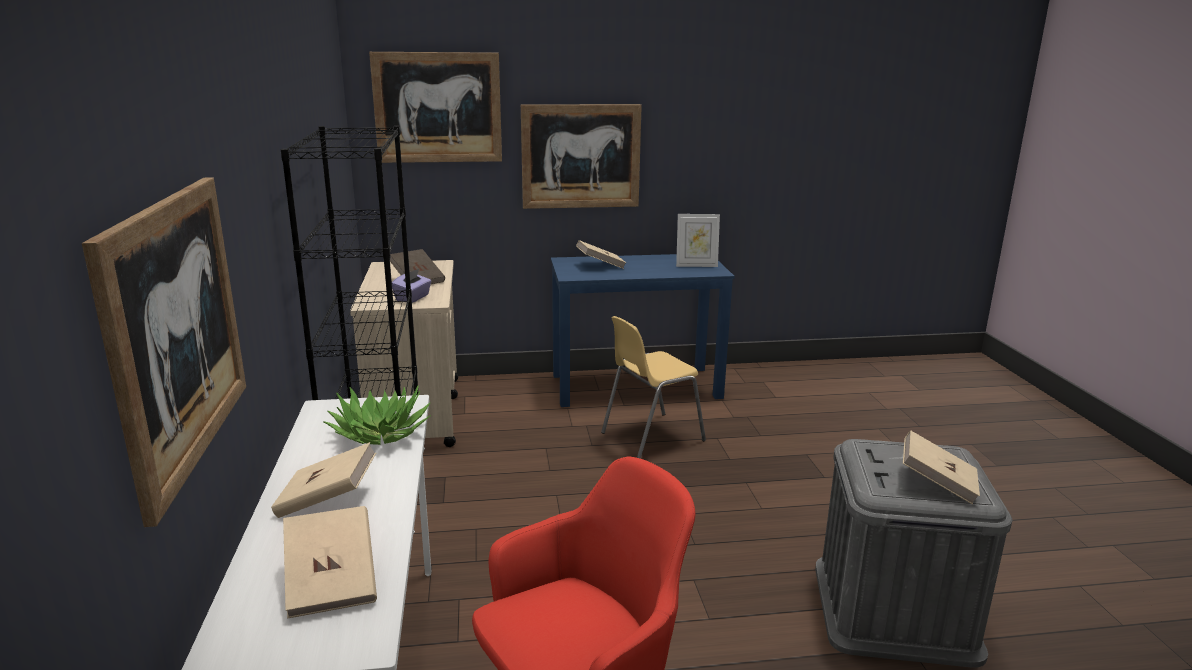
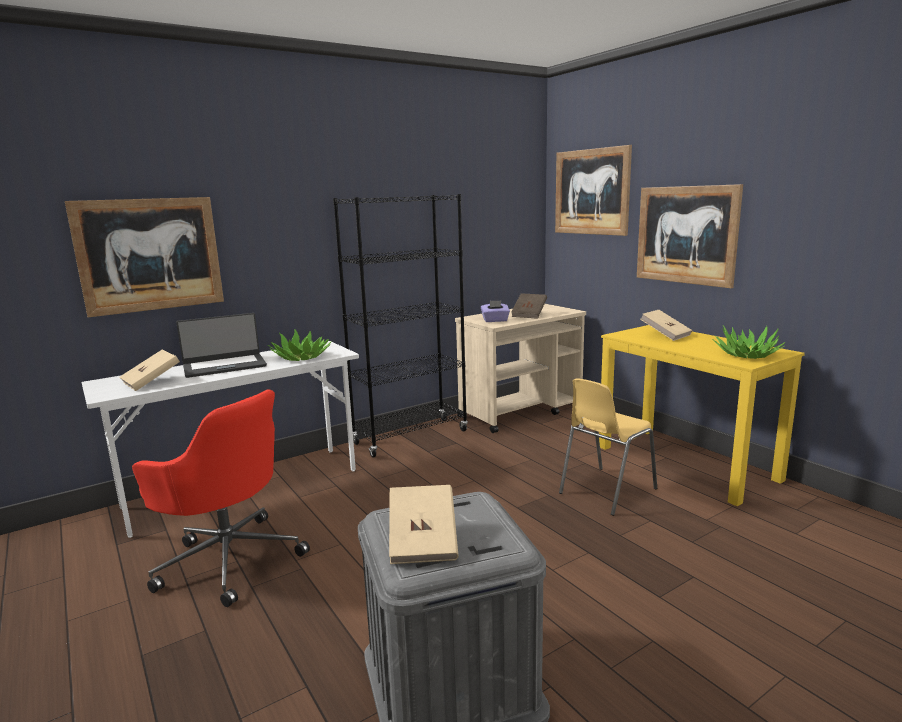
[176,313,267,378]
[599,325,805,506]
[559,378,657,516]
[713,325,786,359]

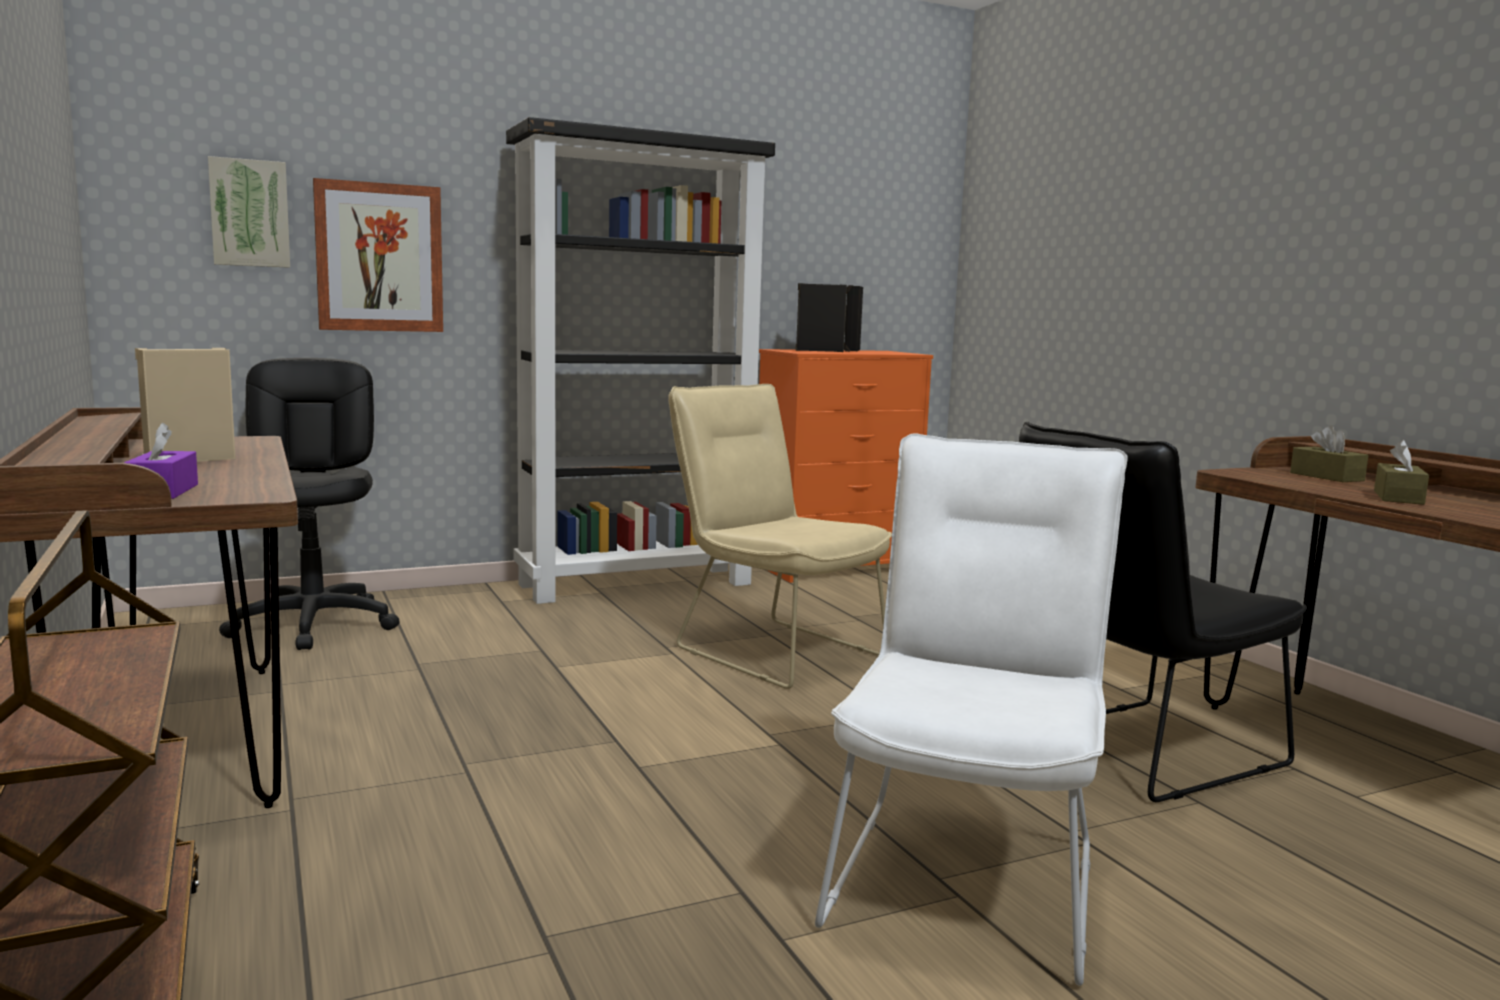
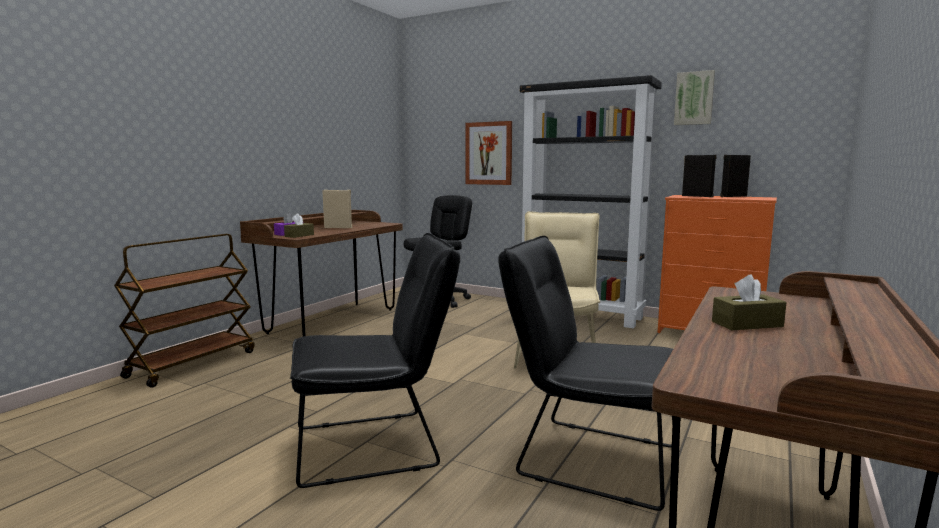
[674,70,715,125]
[290,233,460,488]
[284,213,314,238]

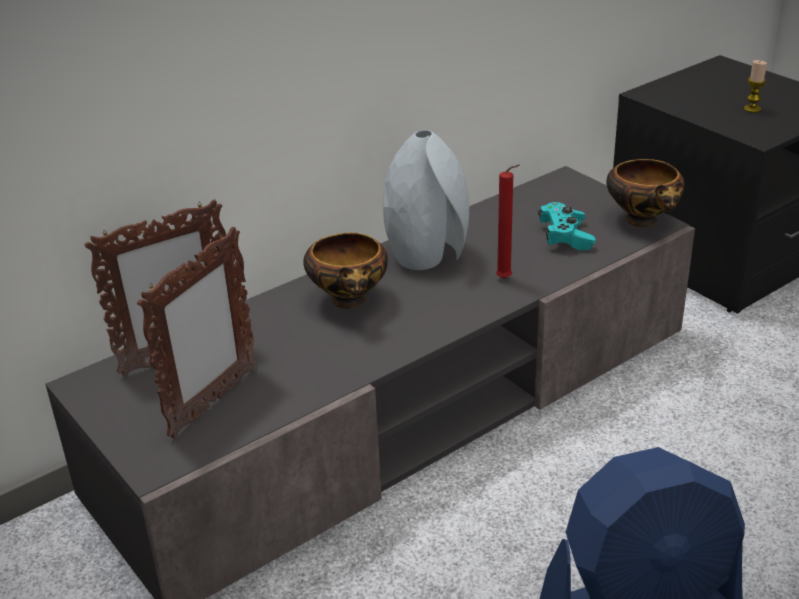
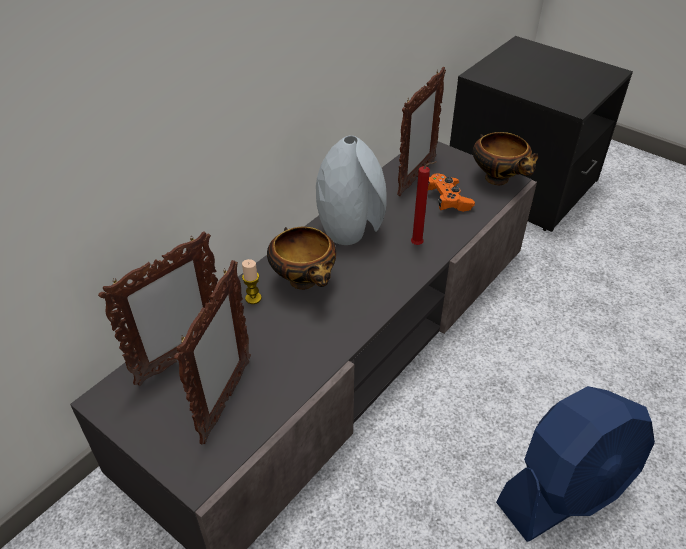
[428,173,475,212]
[242,259,262,304]
[397,67,446,196]

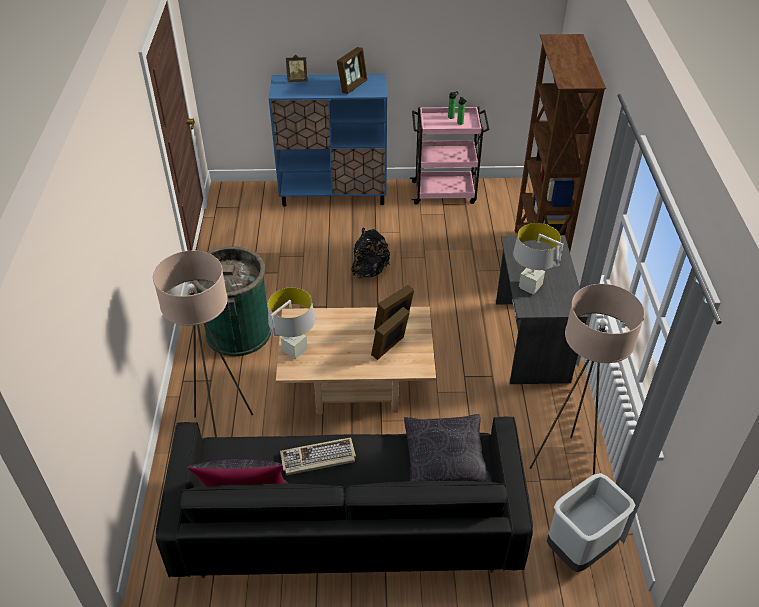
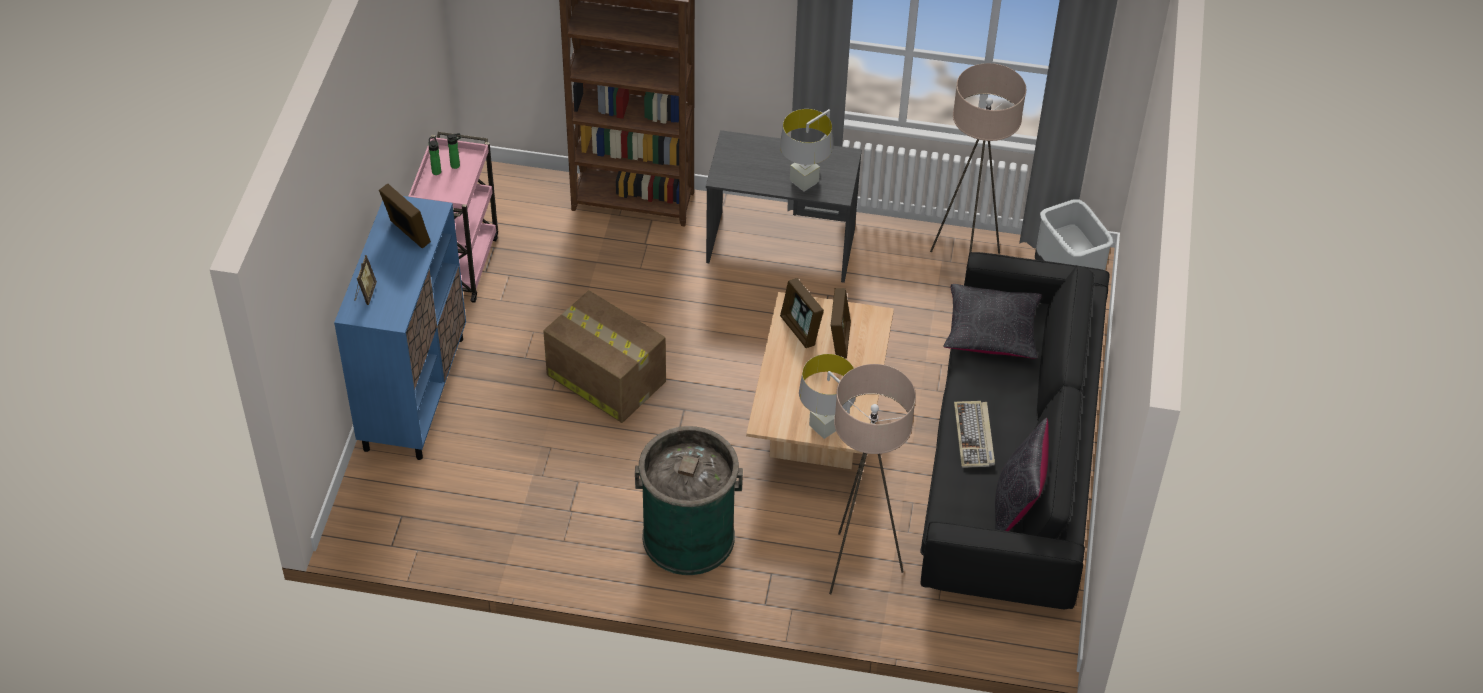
[543,290,666,423]
[831,288,851,358]

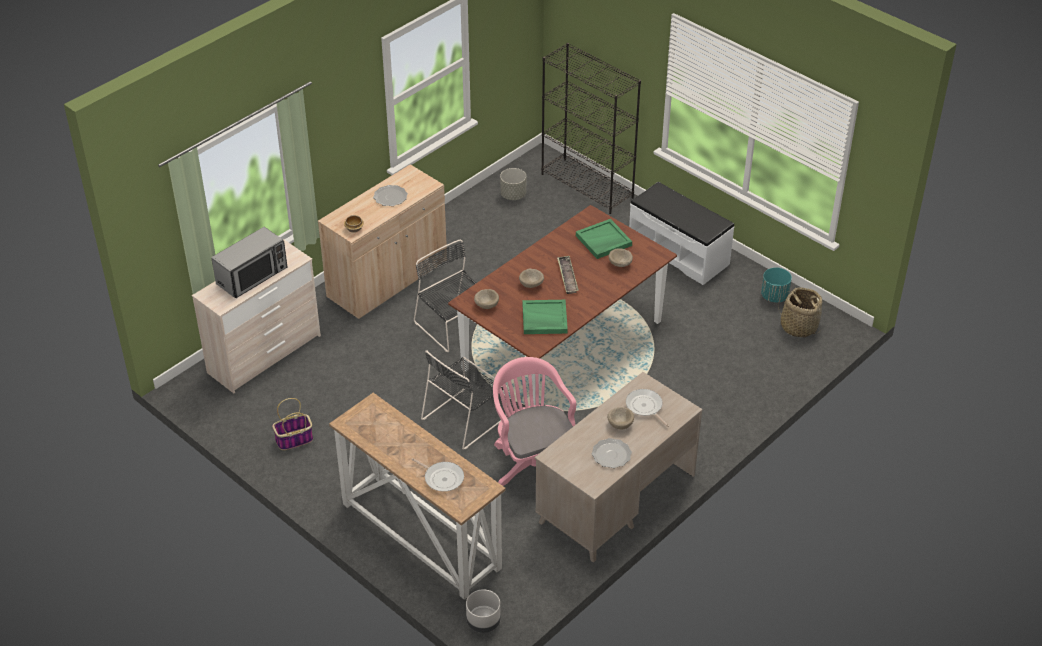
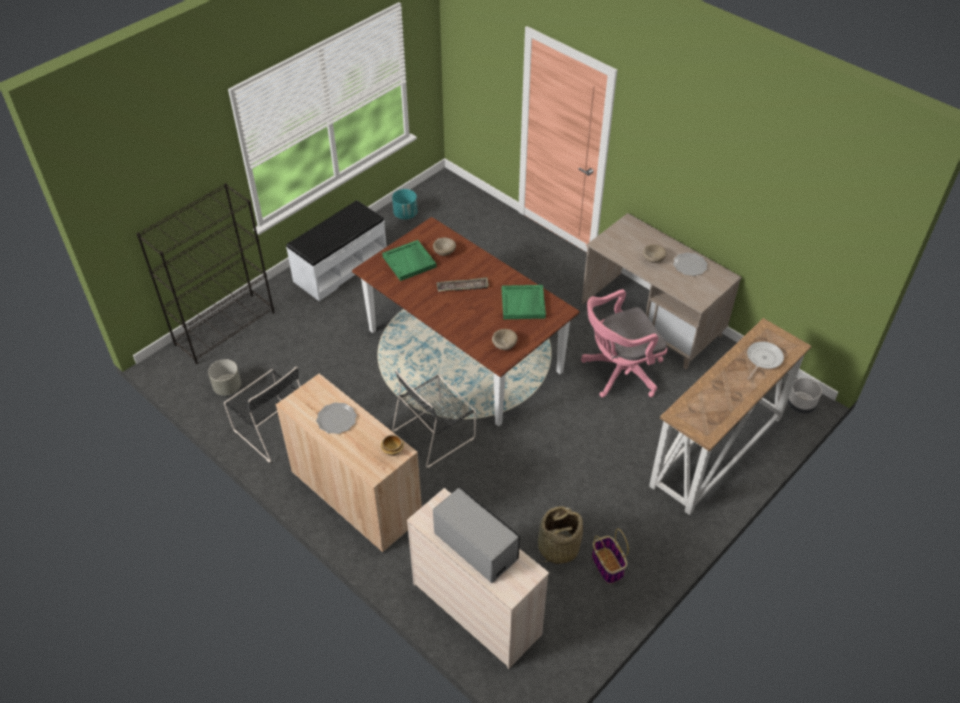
[224,367,301,462]
[519,268,544,288] (first image)
[626,389,669,427] (first image)
[538,506,583,564]

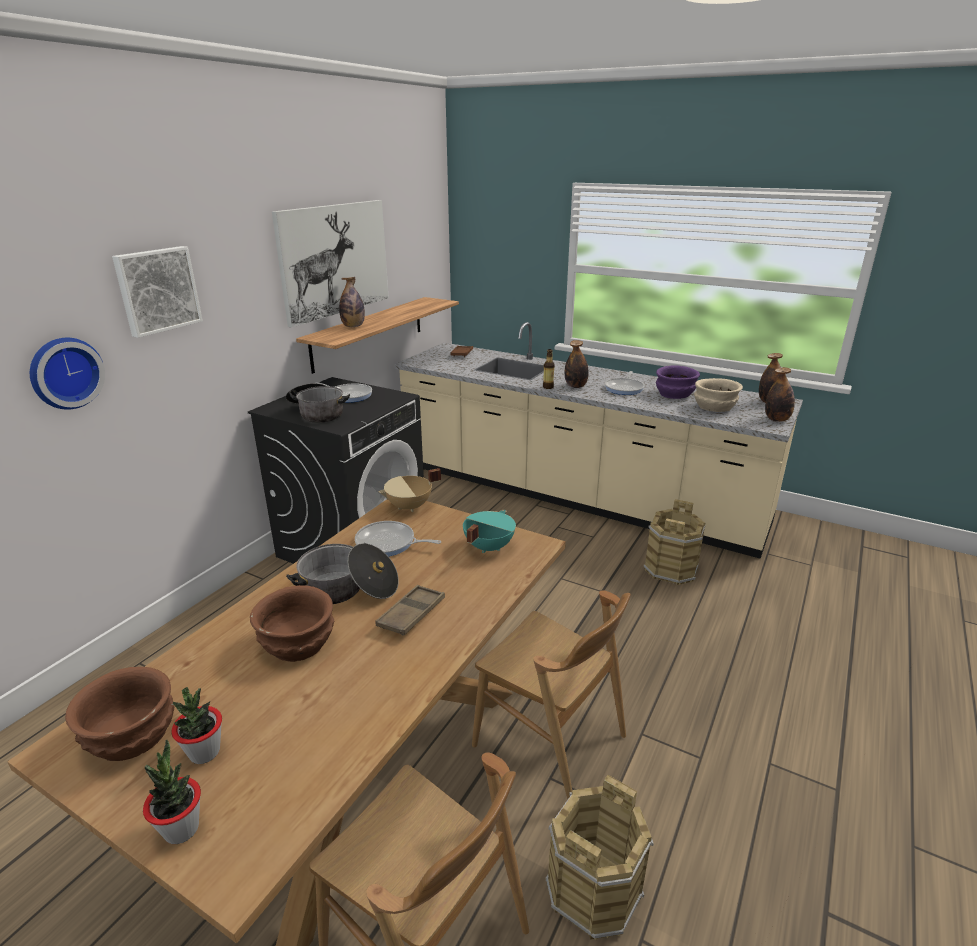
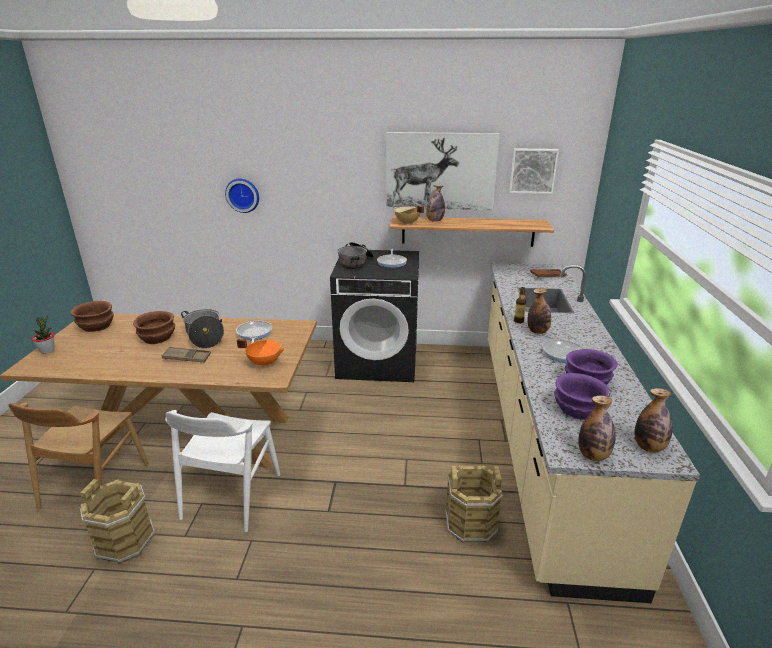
[509,148,559,194]
[172,687,222,764] (first image)
[394,205,424,225]
[237,339,285,368]
[165,410,280,532]
[554,373,610,420]

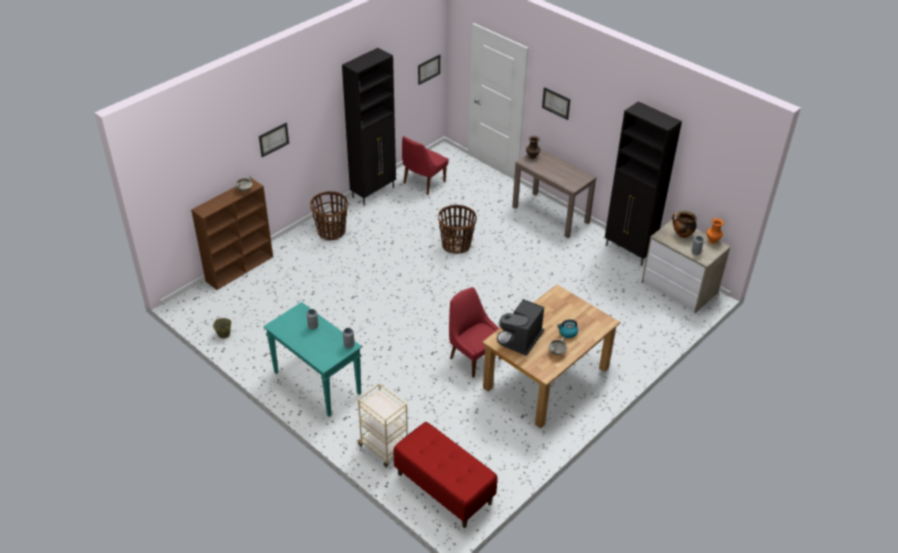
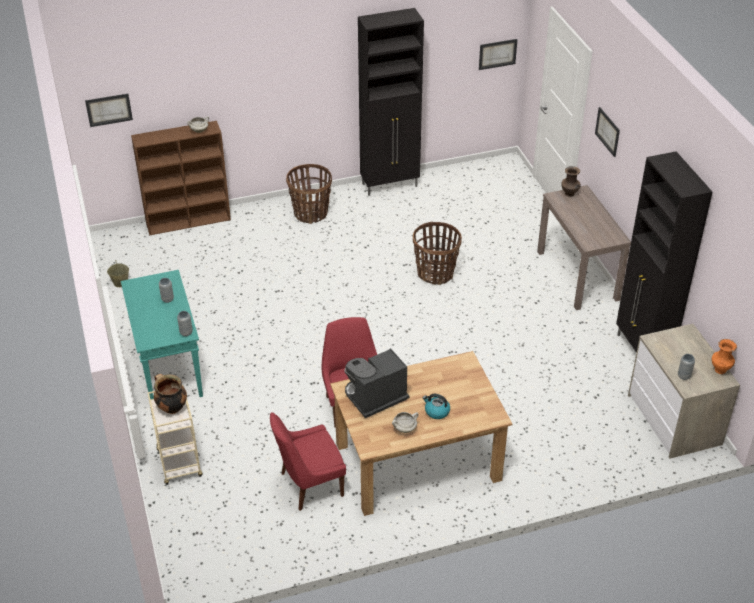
[85,94,133,127]
[393,422,498,528] (first image)
[270,412,346,511]
[154,374,187,414]

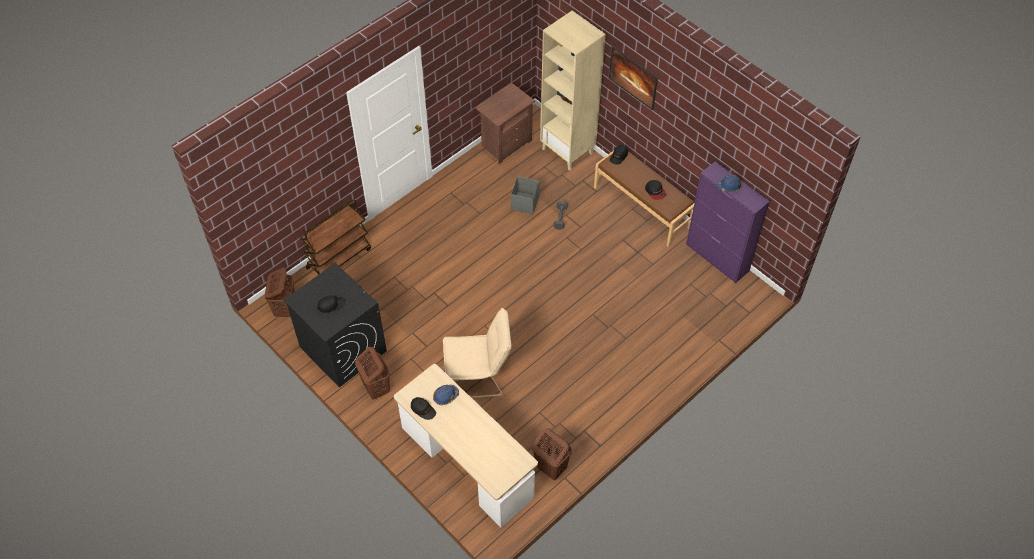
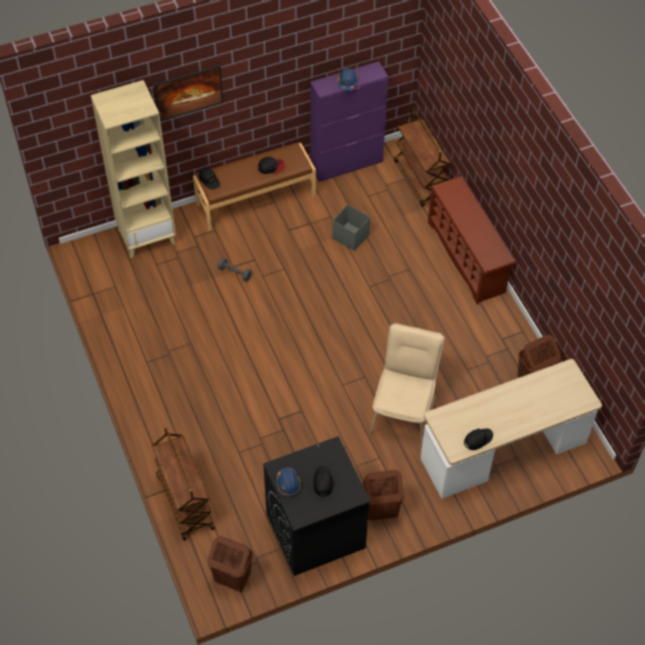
[276,468,301,496]
[475,83,535,164] (first image)
[332,205,370,251]
[394,107,451,207]
[428,176,516,305]

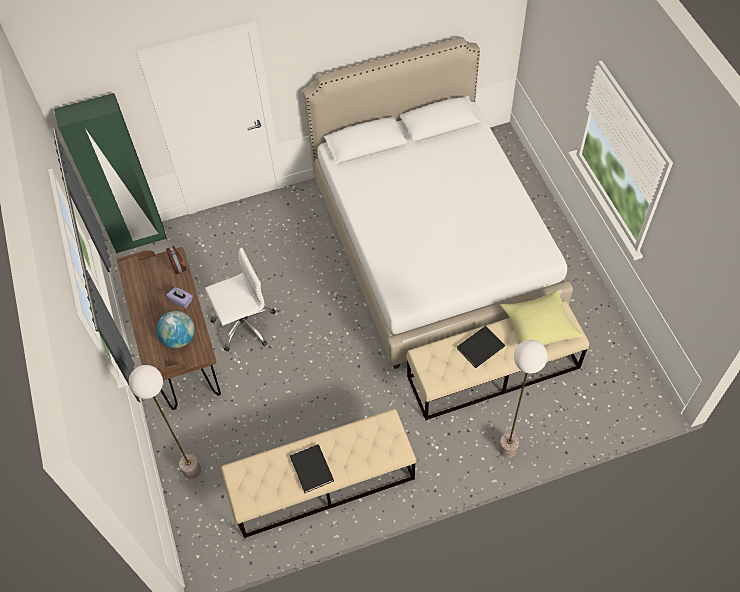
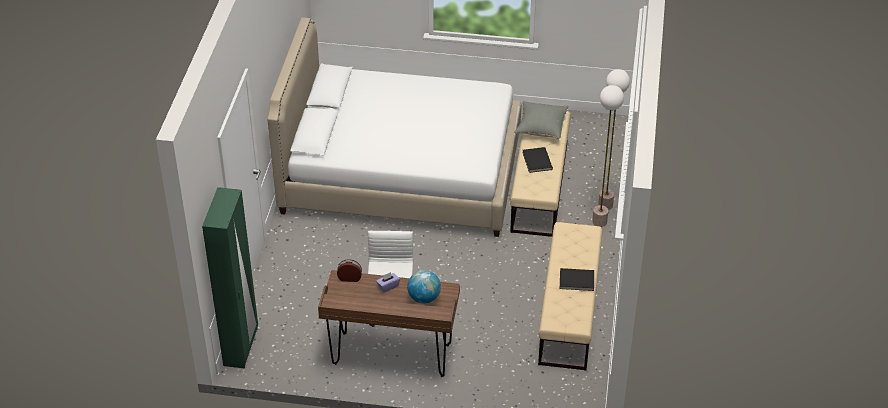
[592,85,624,227]
[514,101,568,140]

